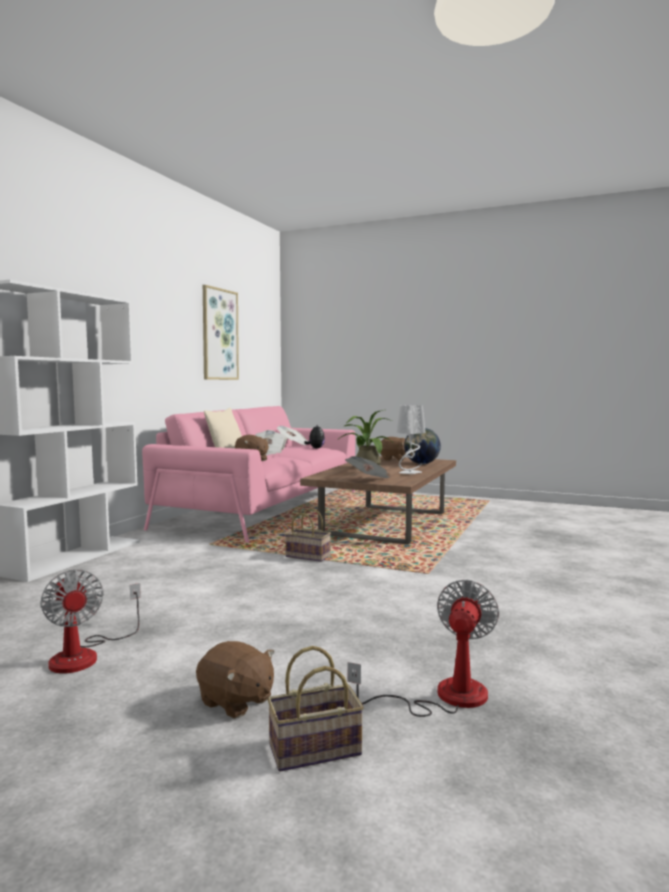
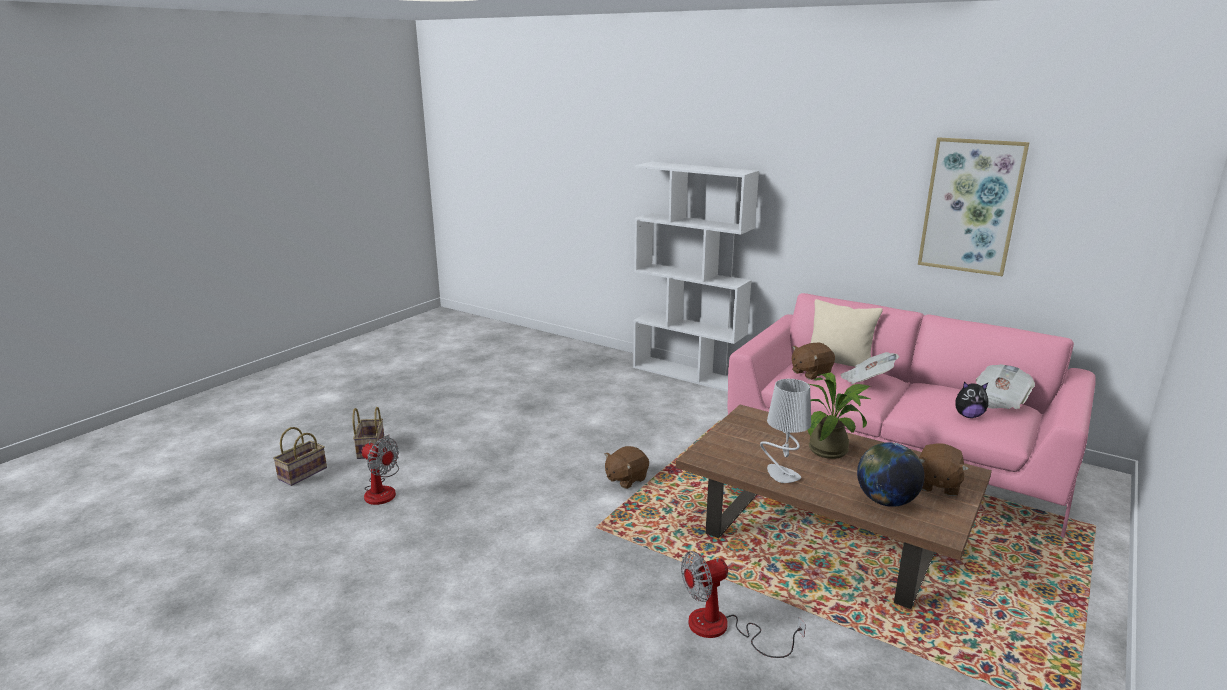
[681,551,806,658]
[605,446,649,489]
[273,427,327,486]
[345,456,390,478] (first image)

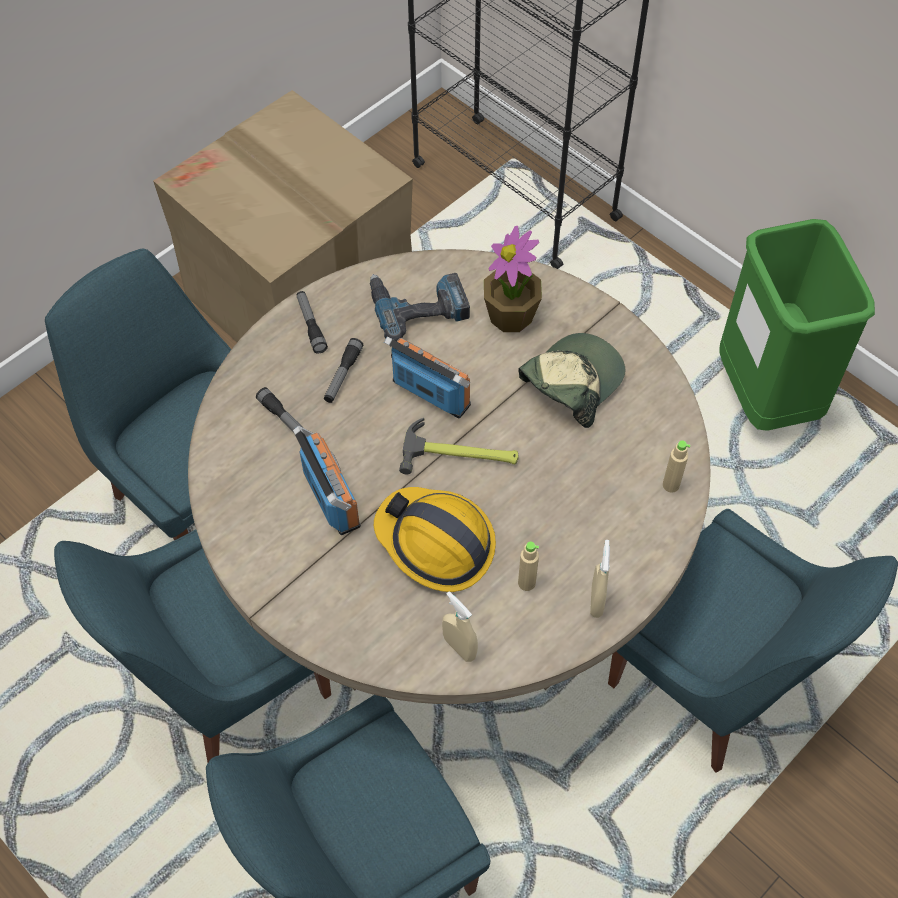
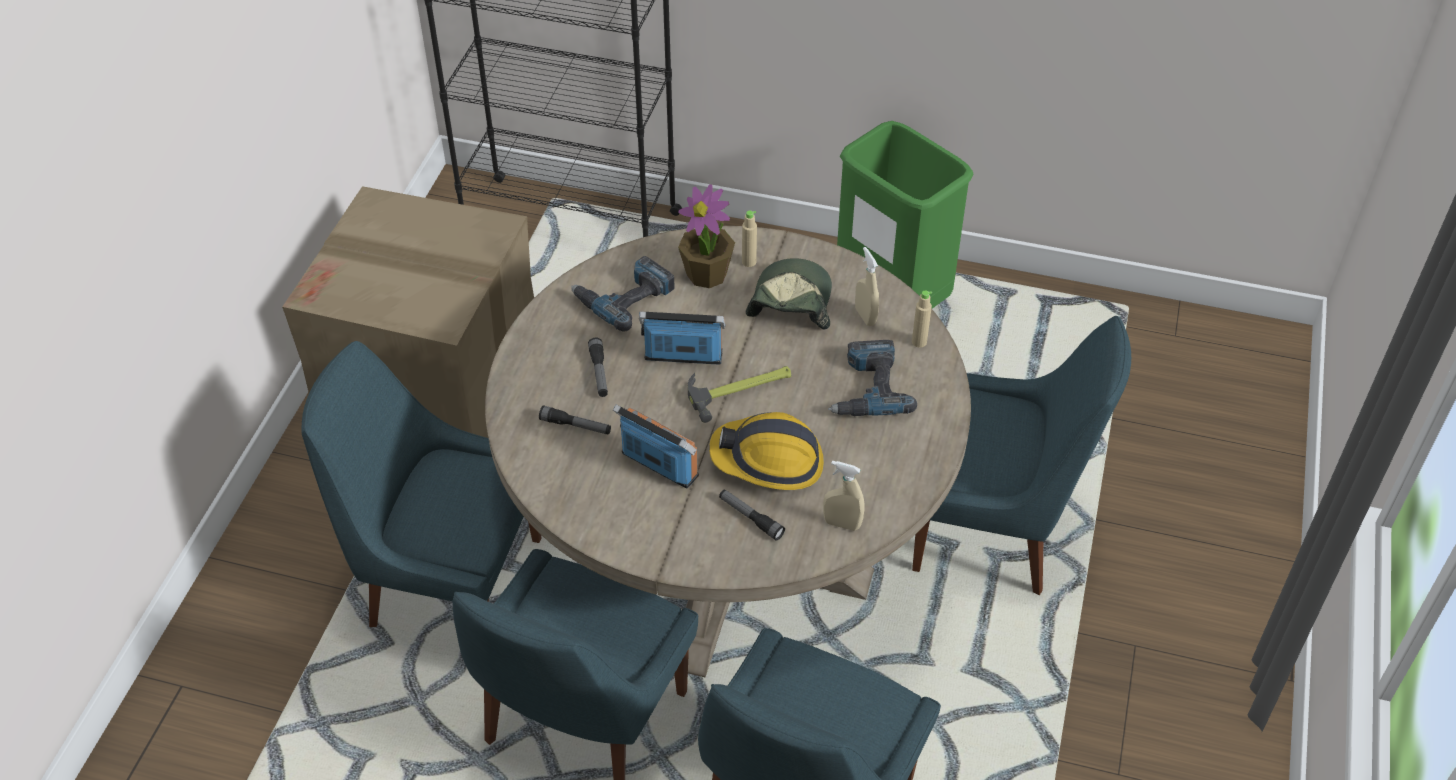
[719,490,785,541]
[742,211,757,267]
[855,247,879,326]
[828,340,917,416]

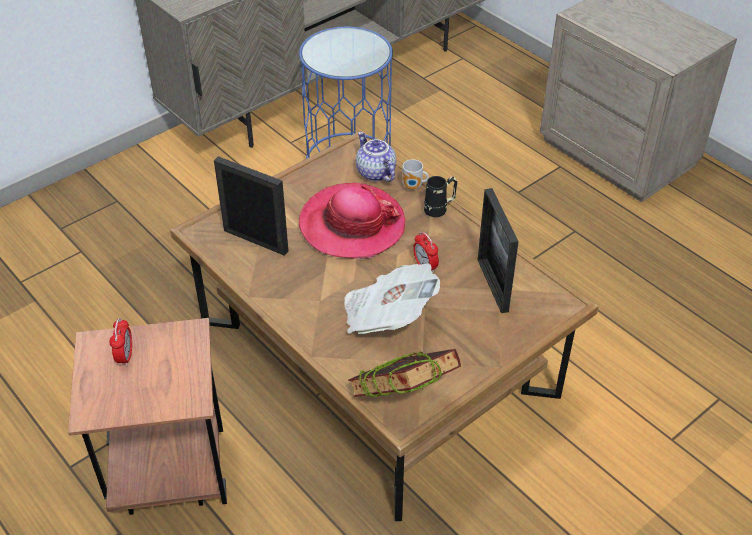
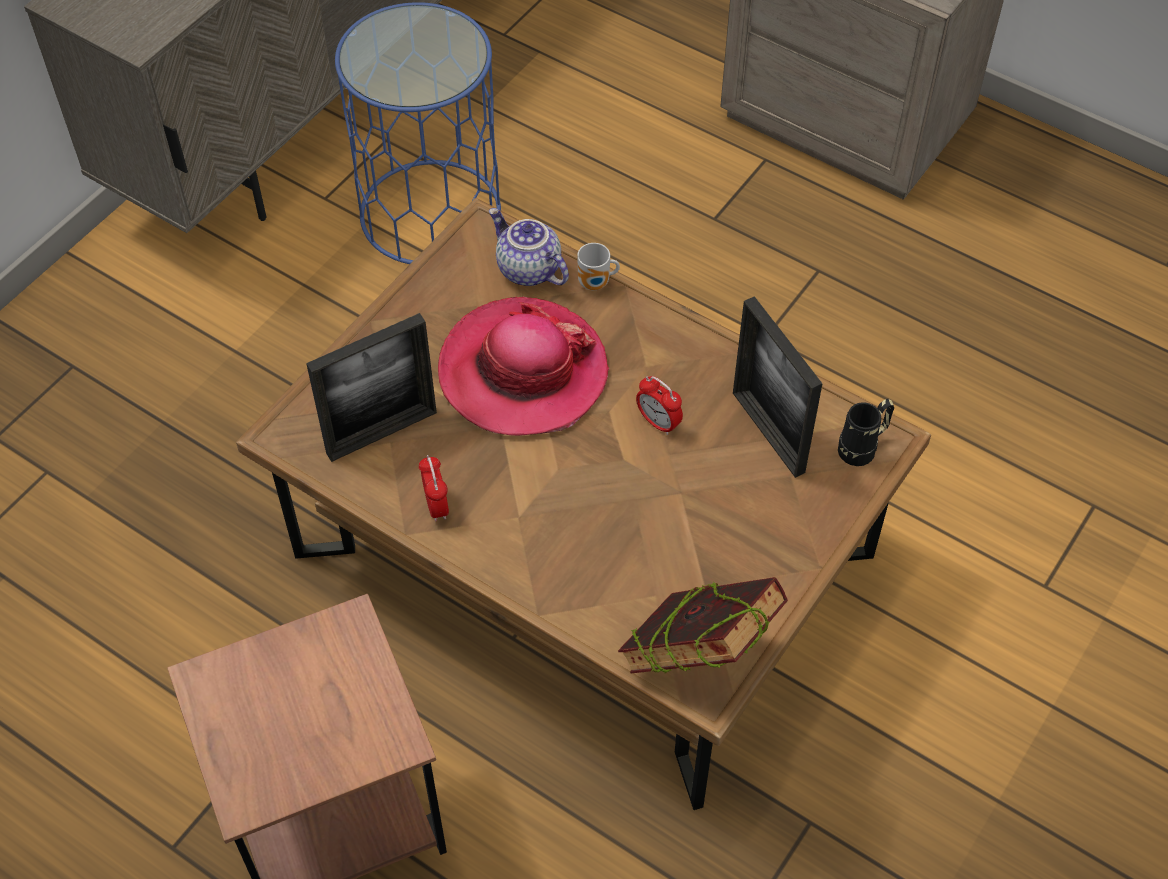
[419,455,449,522]
[306,313,437,462]
[344,264,440,334] (first image)
[838,399,894,466]

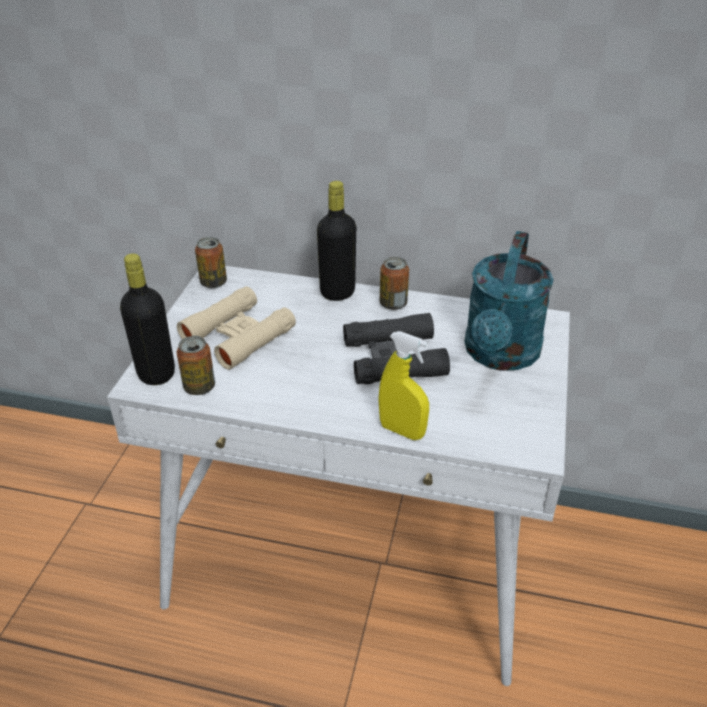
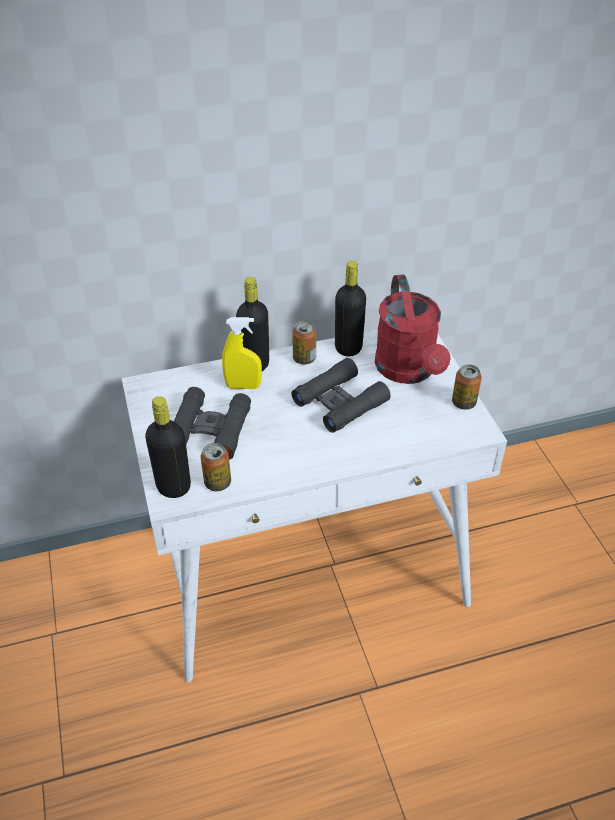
[174,387,251,460]
[452,364,482,410]
[222,317,262,389]
[375,274,451,384]
[335,261,366,356]

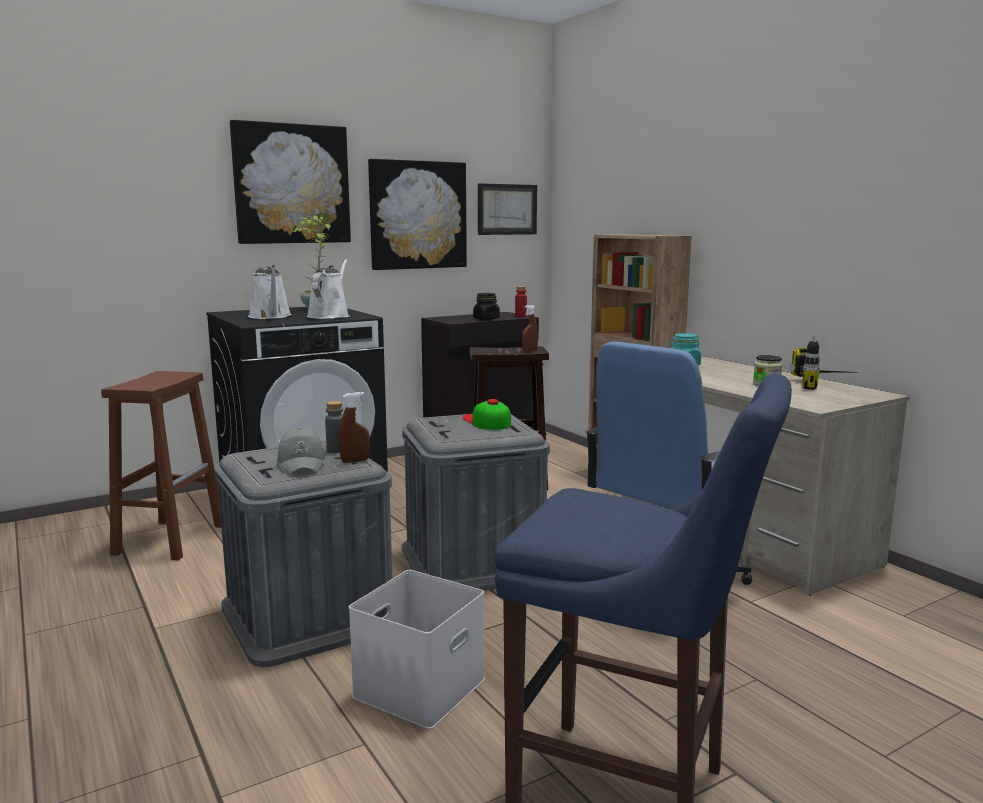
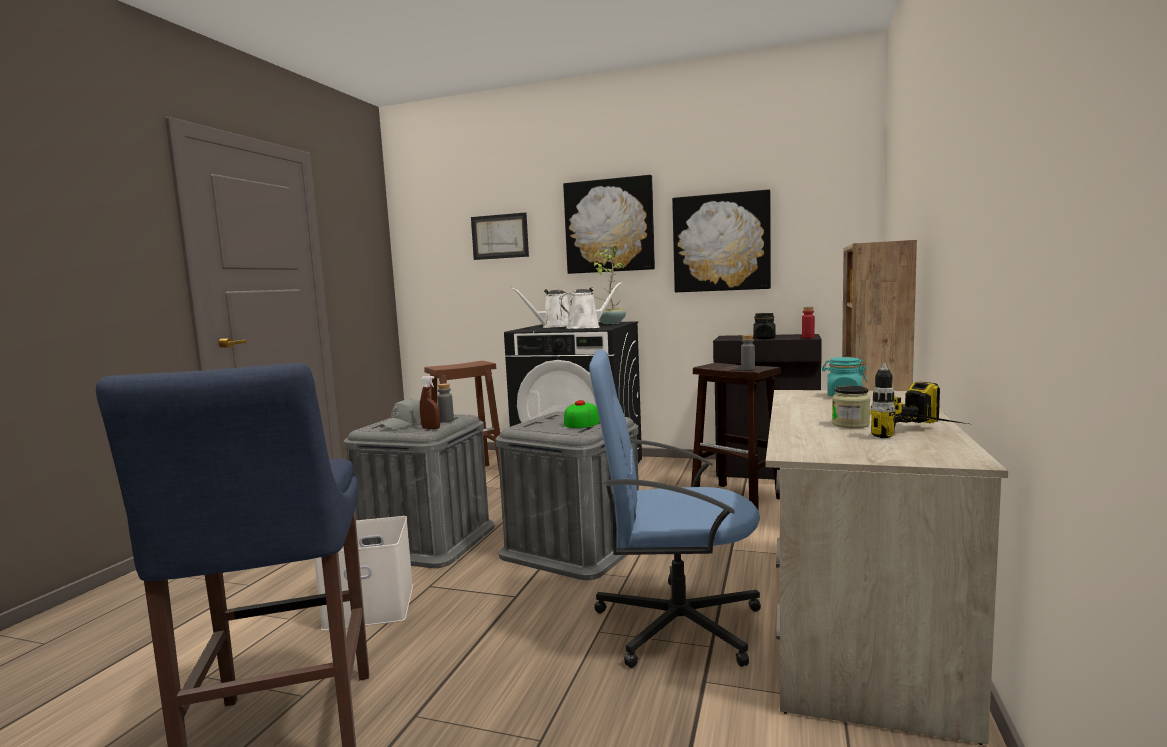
[511,287,572,328]
[471,212,529,260]
[741,335,755,370]

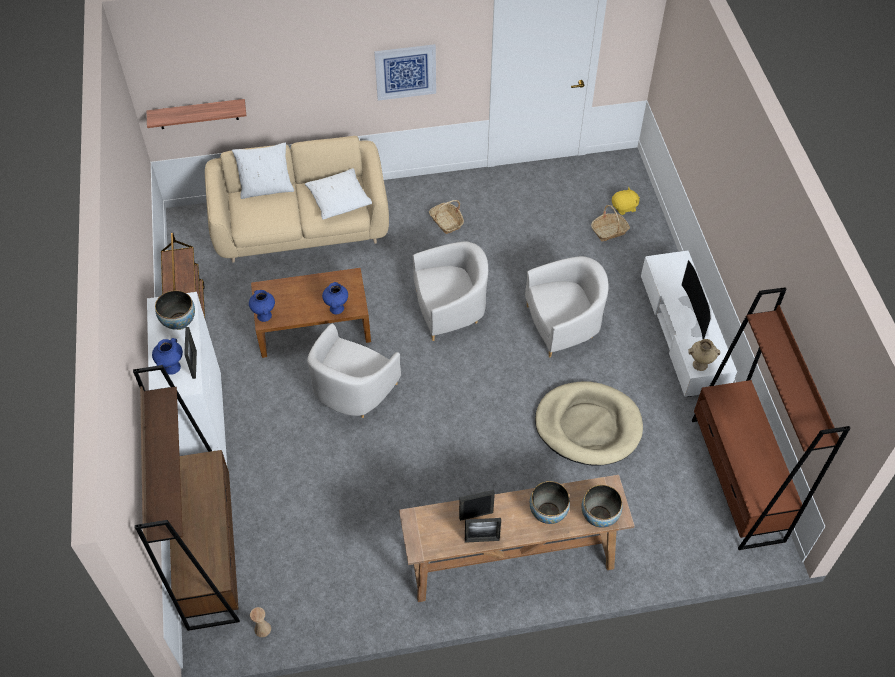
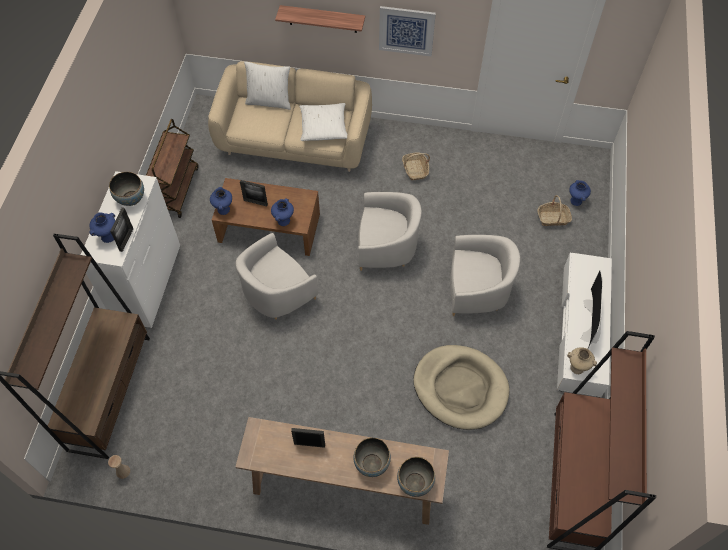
[275,5,365,33]
[240,180,268,206]
[569,180,591,206]

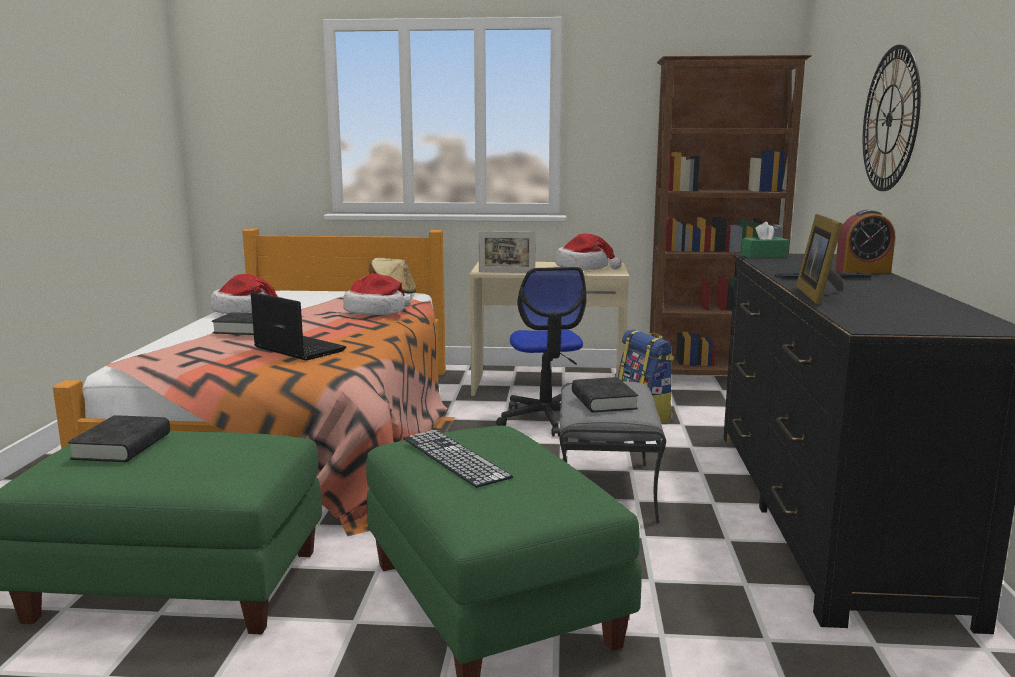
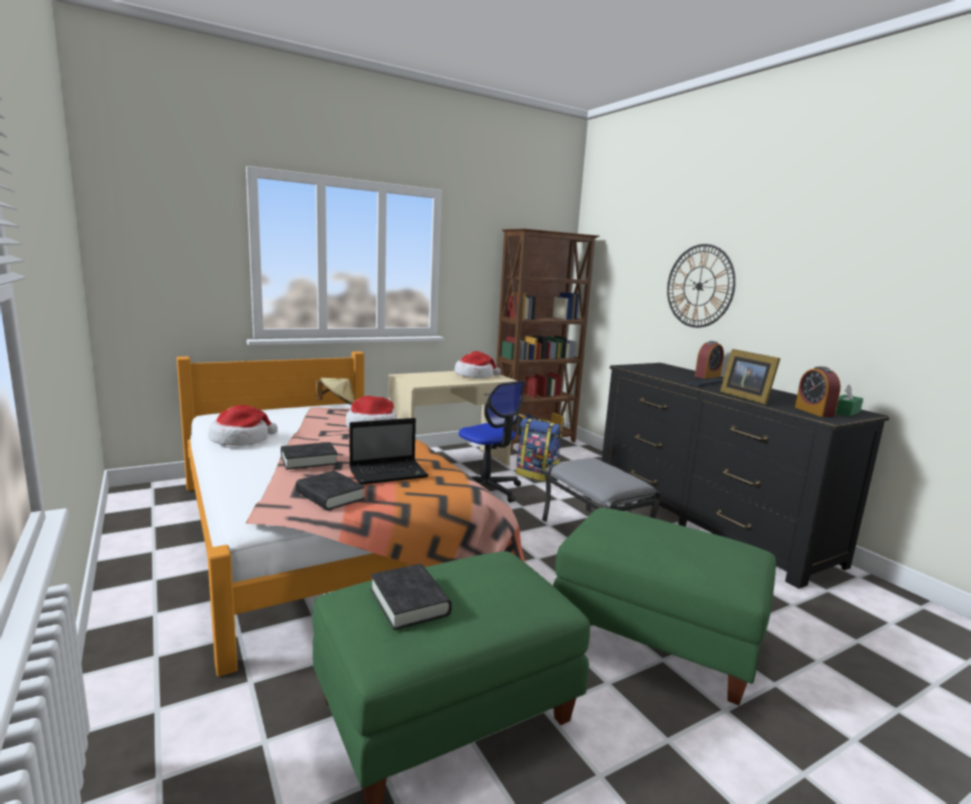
[349,418,429,485]
[403,430,513,488] (first image)
[478,231,536,273] (first image)
[296,471,365,510]
[836,384,863,417]
[795,367,841,417]

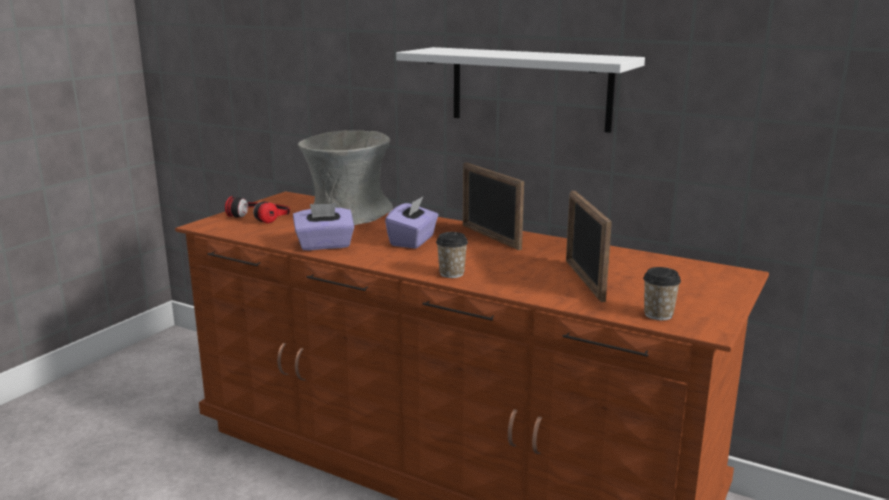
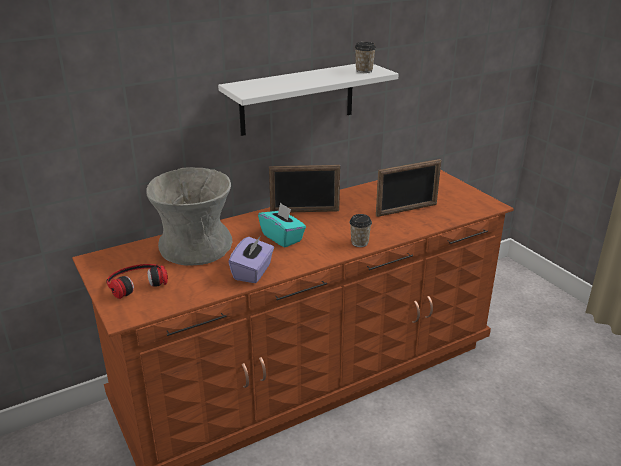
[258,202,306,247]
[376,159,441,217]
[354,42,376,73]

